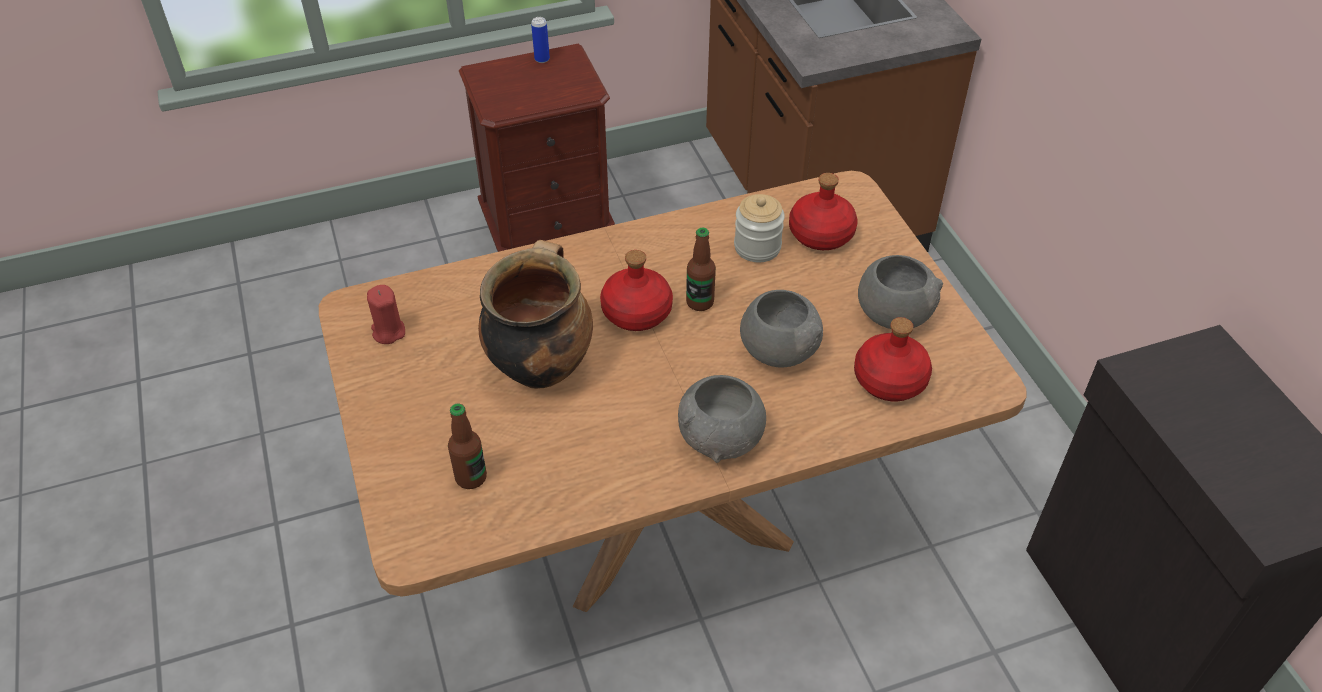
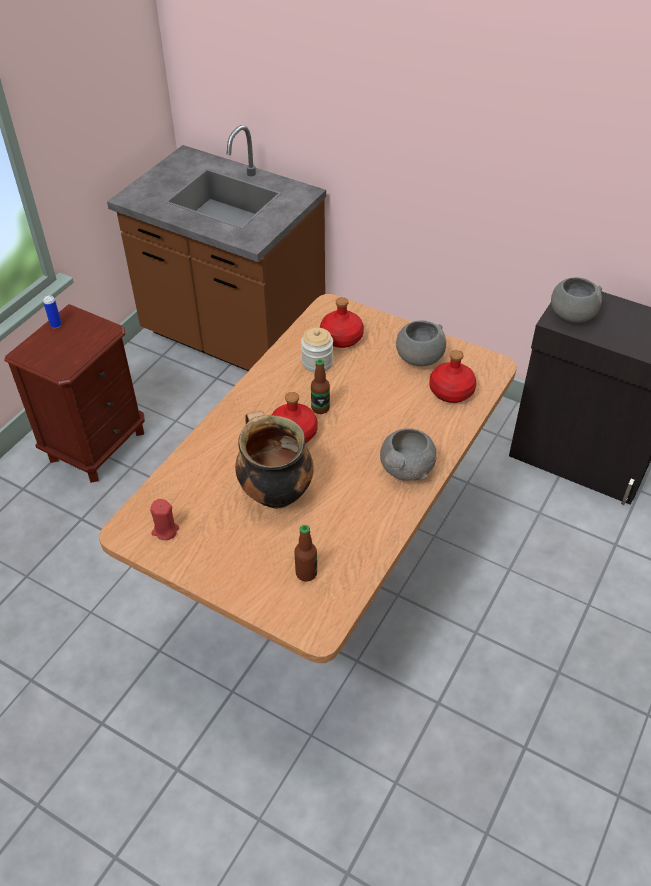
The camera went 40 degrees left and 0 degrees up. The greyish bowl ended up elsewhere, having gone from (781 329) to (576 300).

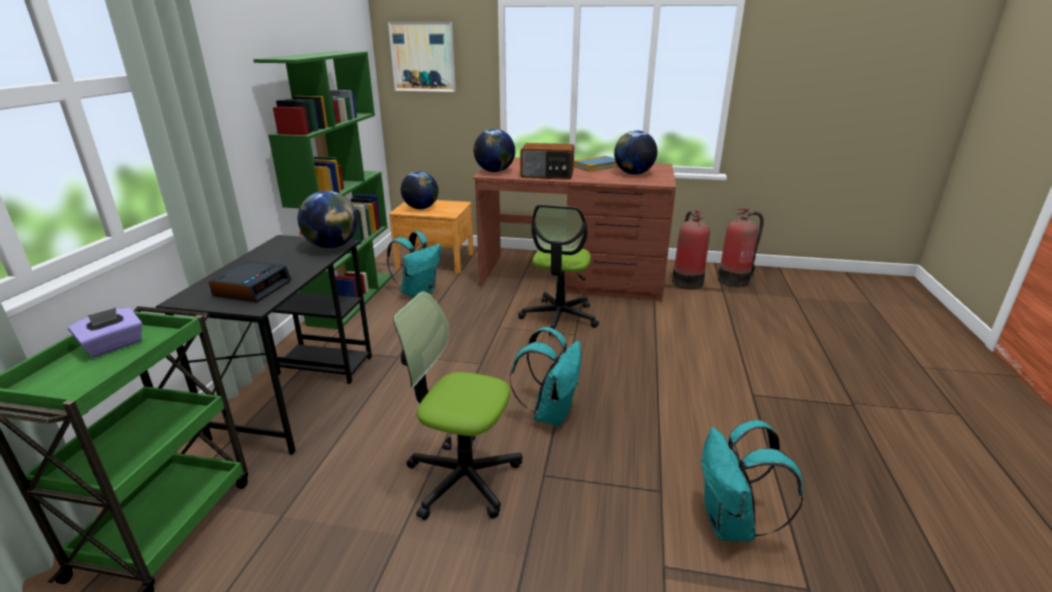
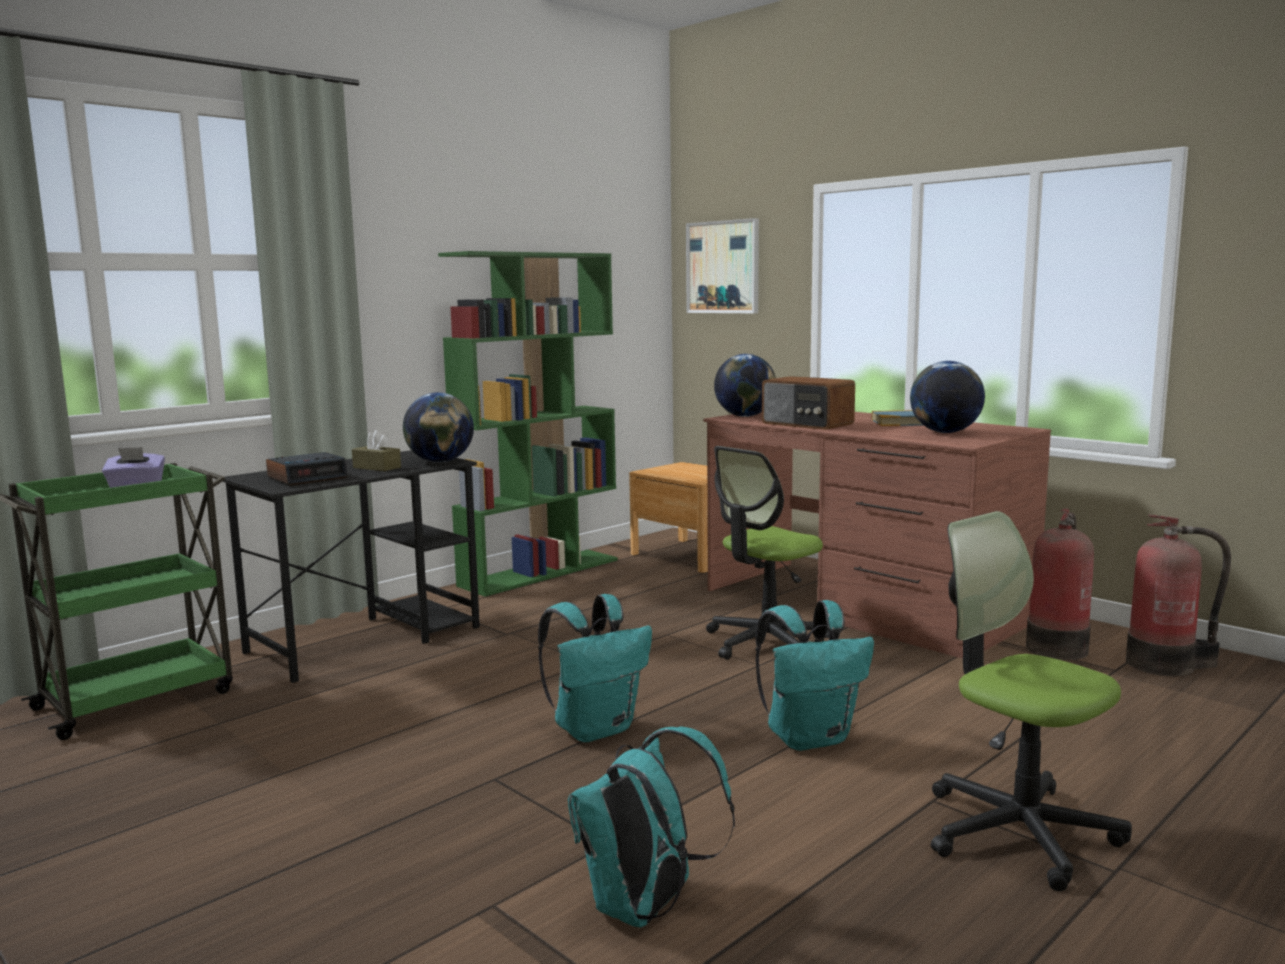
The camera went 35 degrees right and 15 degrees down. The turquoise knapsack ended up elsewhere, having gone from (414 264) to (814 675). The office chair ended up elsewhere, having gone from (457 405) to (1031 701). The second view lost the world globe at (419 190). The second view gained the brownish tissue holder at (376 450).

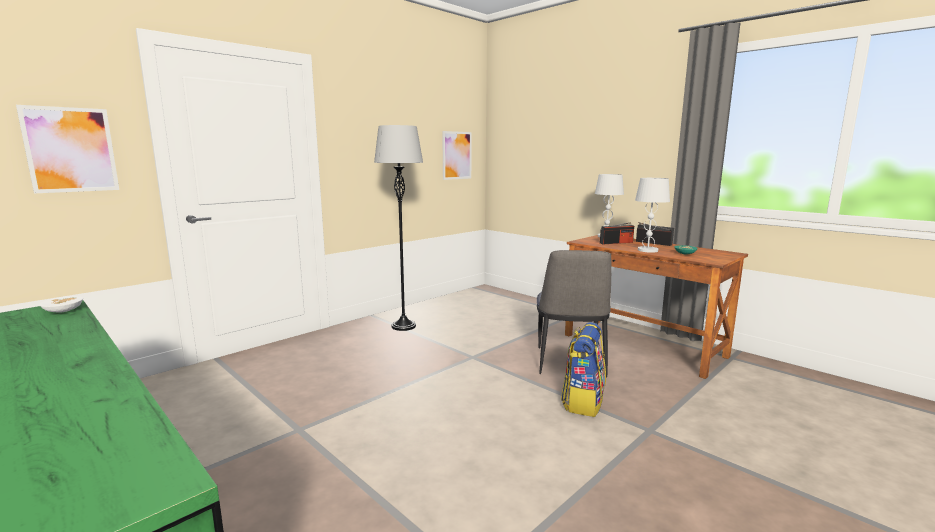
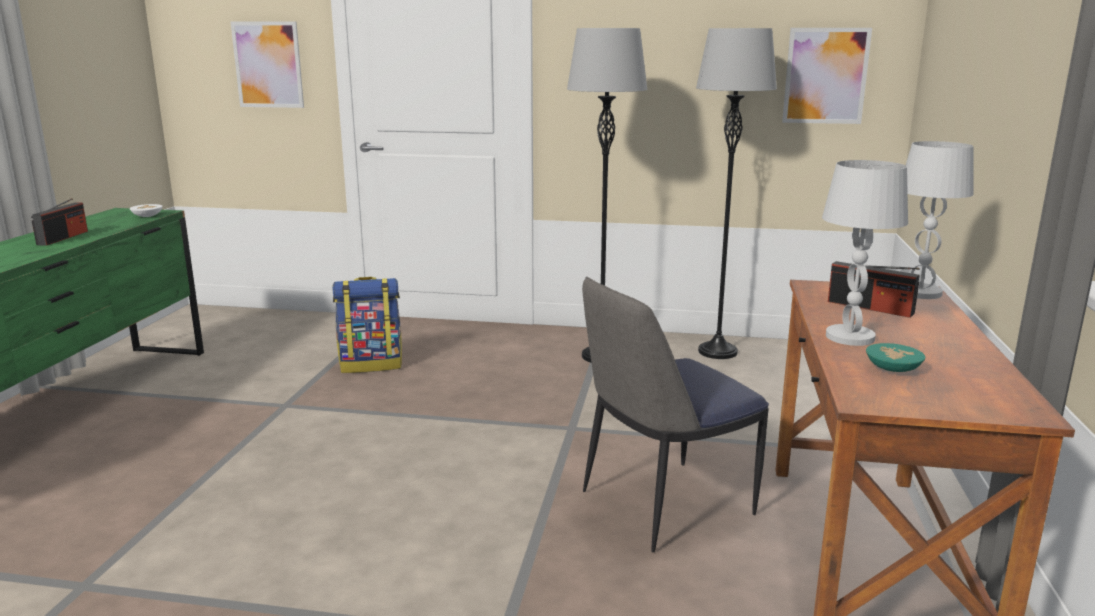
The camera went 55 degrees right and 5 degrees up. The knapsack ended up elsewhere, having gone from (583 369) to (367 325). The radio receiver ended up elsewhere, having gone from (655 234) to (59 222). The second view gained the greyish standing lamp at (736 193).

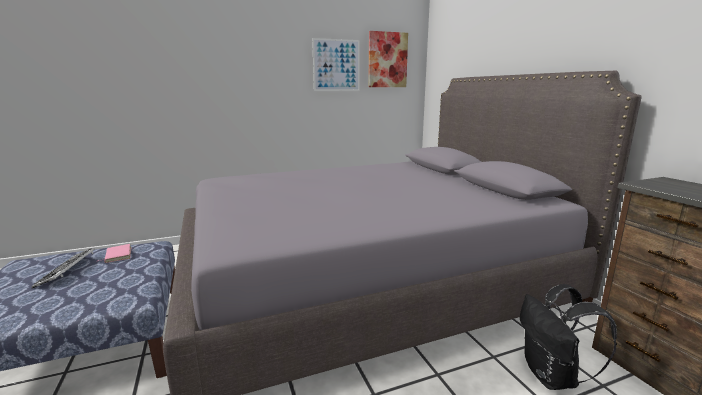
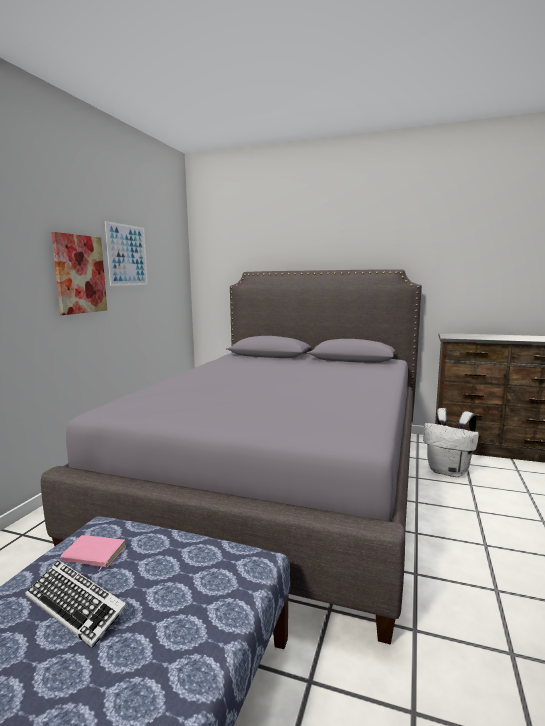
The camera went 50 degrees left and 5 degrees down. The wall picture ended up elsewhere, having gone from (388 59) to (79 273). What was the black knapsack at (568 337) turned into the white knapsack at (451 442).

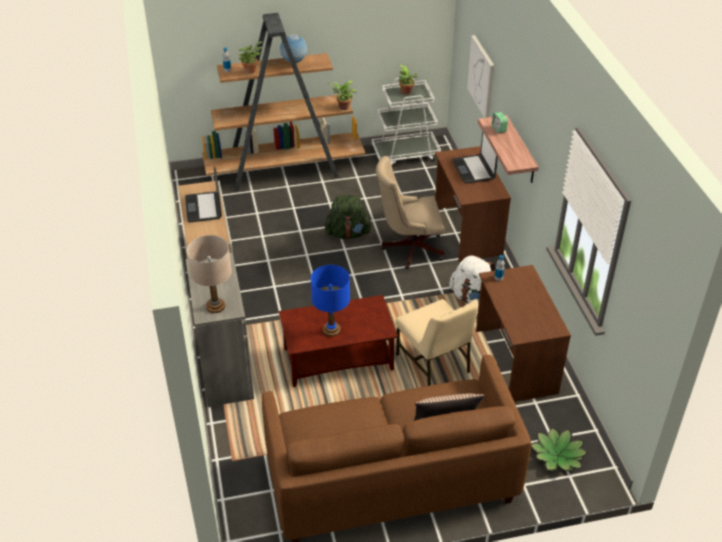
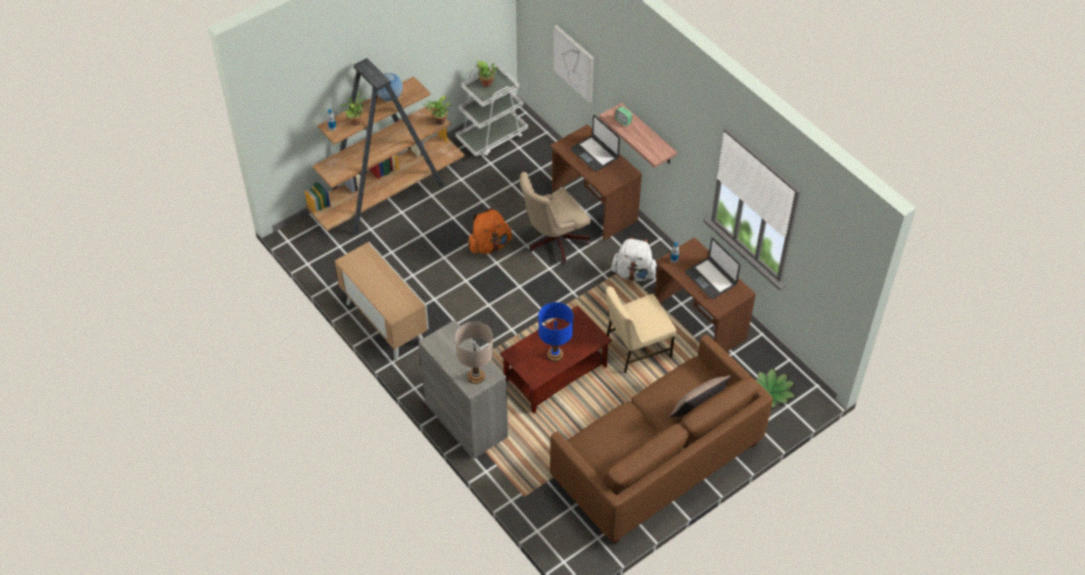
The camera went 25 degrees left and 10 degrees up. The portable computer ended up elsewhere, having gone from (203 194) to (713 268). What was the green-coloured knapsack at (348 217) turned into the orange knapsack at (490 231). The beige chair at (436 342) ended up facing another way, 120 degrees clockwise from before.

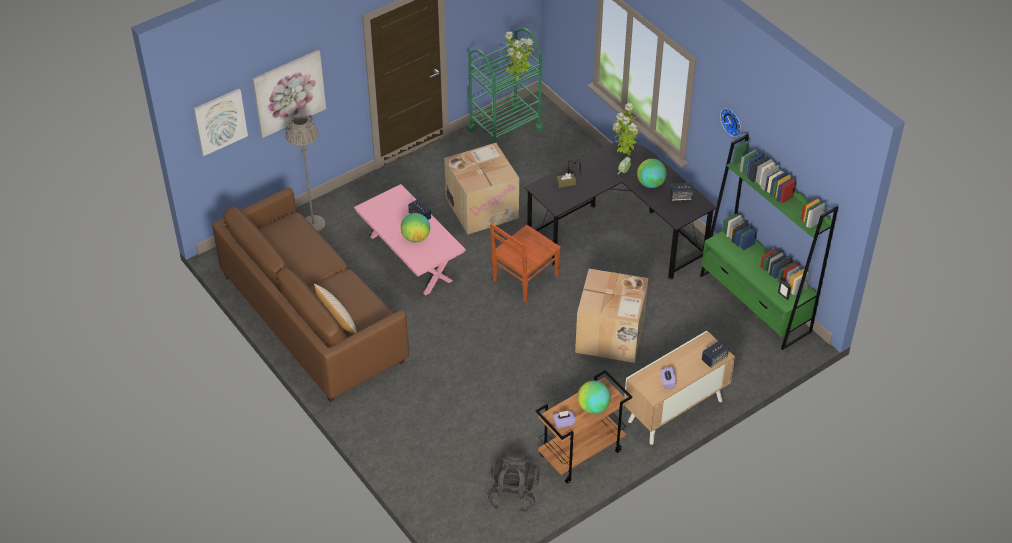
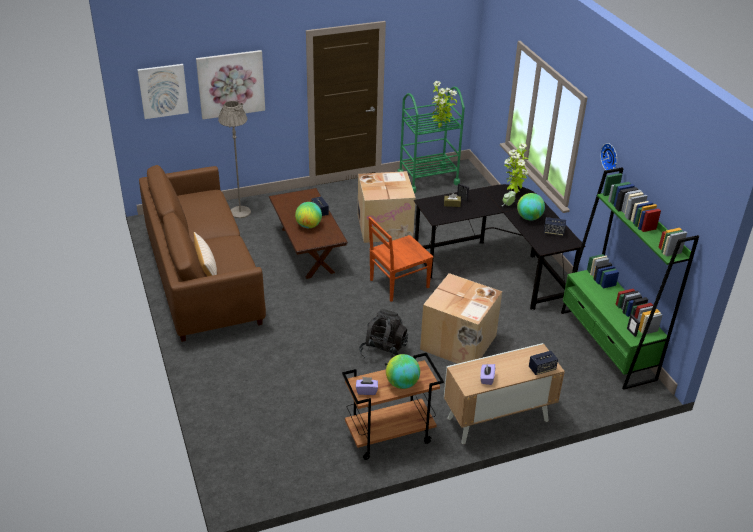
The camera went 15 degrees right and 10 degrees down. What was the pink-coloured low table at (410 240) turned into the brownish low table at (308 233). The black knapsack ended up elsewhere, having gone from (513 482) to (383 337).

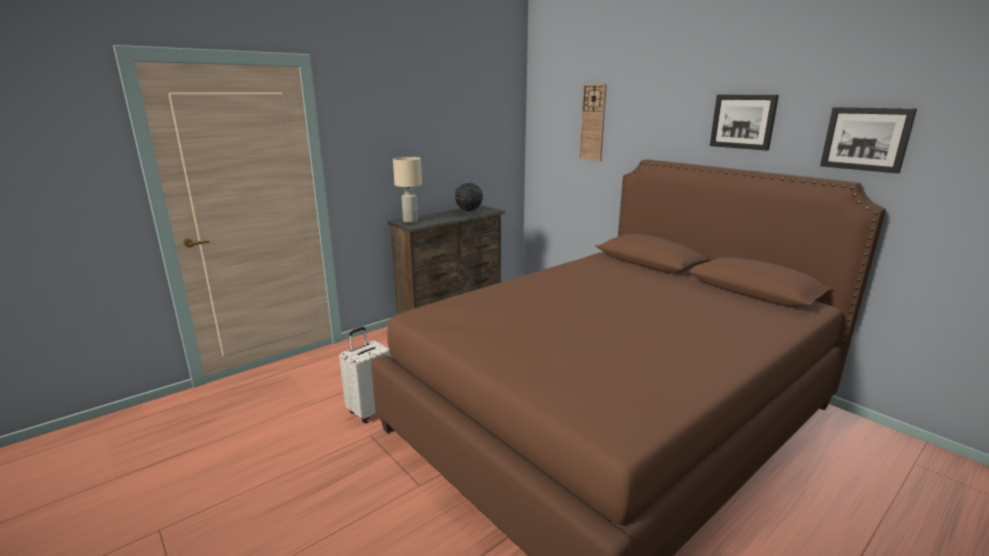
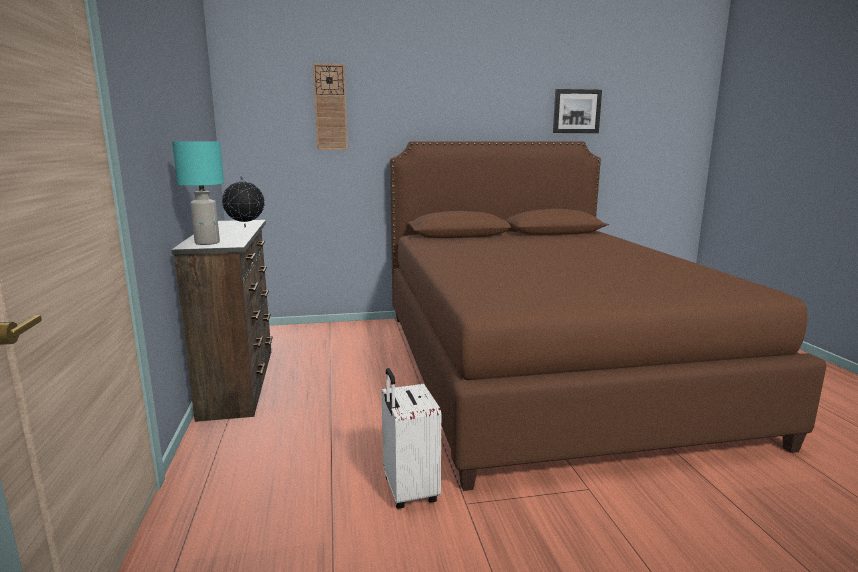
The camera went 60 degrees left and 5 degrees down. What was the beige table lamp at (407 190) turned into the turquoise table lamp at (198 193). The second view lost the wall picture at (744 122).

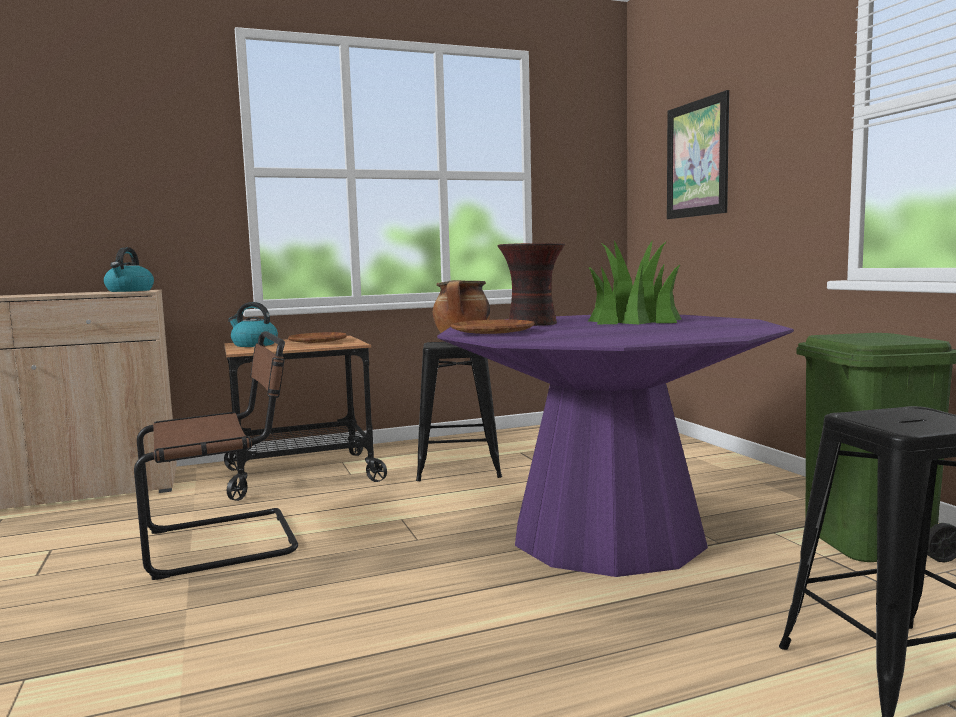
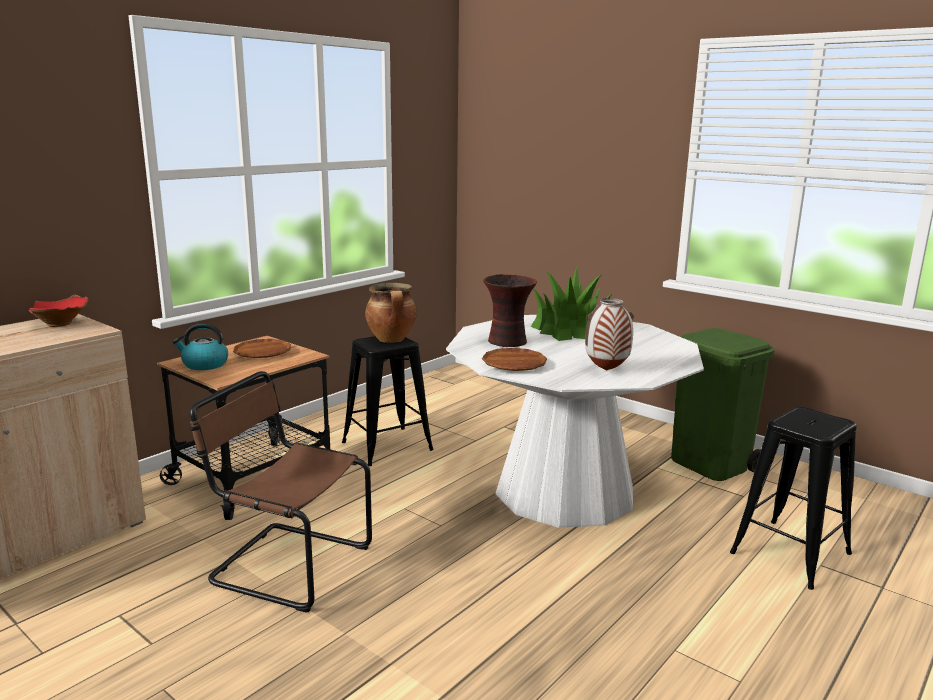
The camera went 30 degrees left and 10 degrees up. Where the water kettle stood at (129 269), the reddish bowl came to stand at (58 311). The brownish chair at (216 455) ended up facing another way, 105 degrees counterclockwise from before. What was the purple-coloured dining table at (615 446) turned into the white dining table at (575 421). The second view lost the wall picture at (698 154). The second view gained the decorative vase at (609 334).

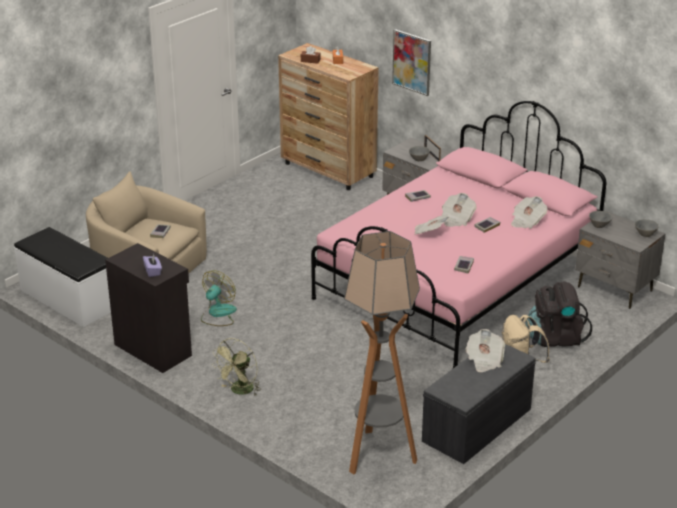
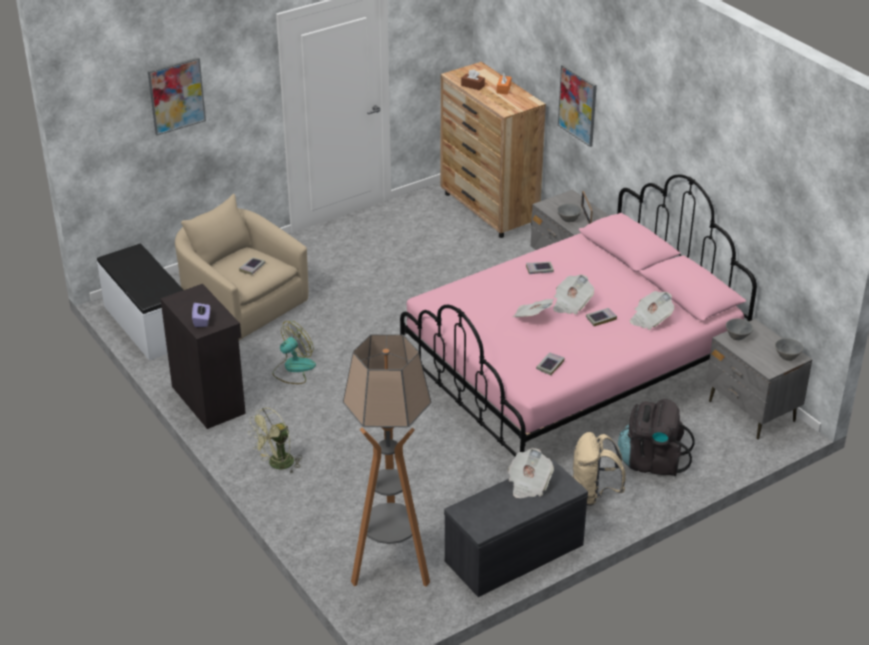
The camera went 15 degrees right and 5 degrees up. The second view gained the wall picture at (177 96).

